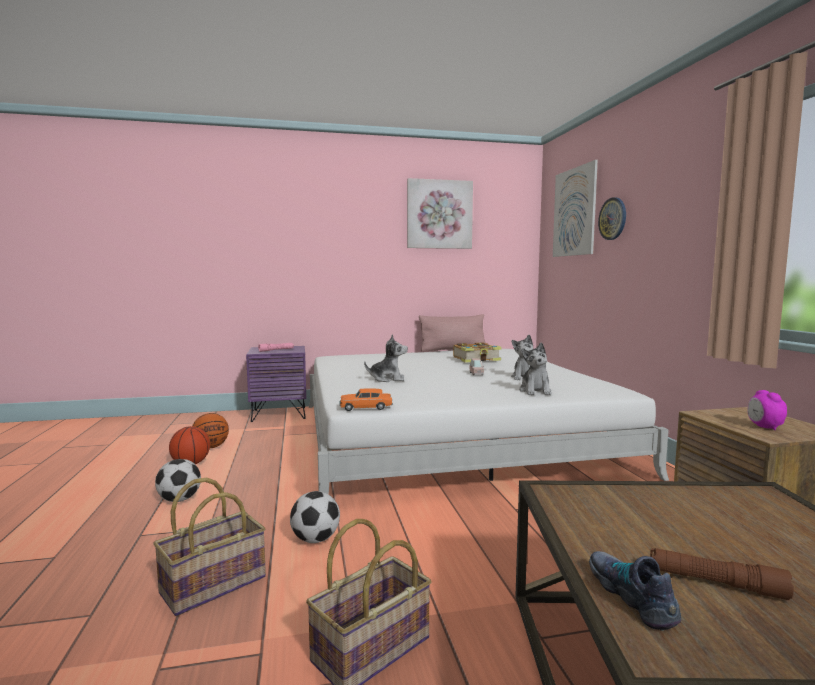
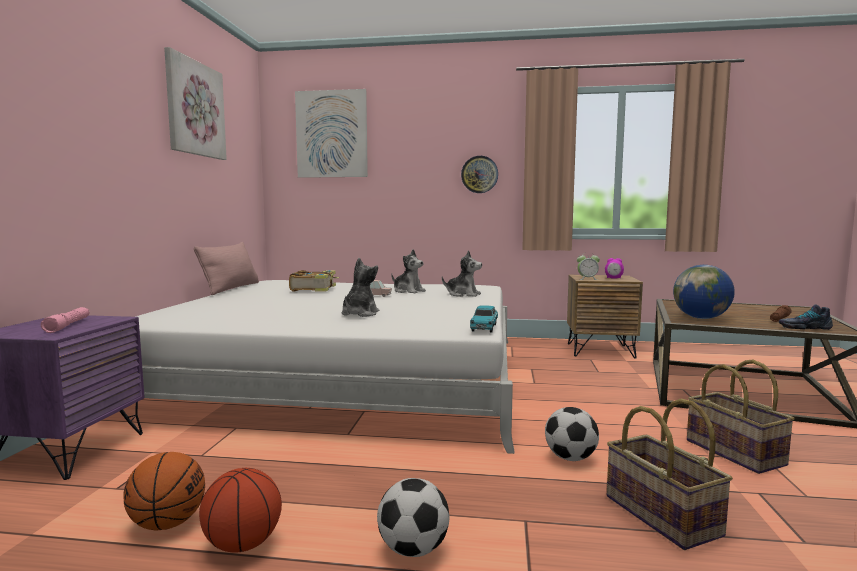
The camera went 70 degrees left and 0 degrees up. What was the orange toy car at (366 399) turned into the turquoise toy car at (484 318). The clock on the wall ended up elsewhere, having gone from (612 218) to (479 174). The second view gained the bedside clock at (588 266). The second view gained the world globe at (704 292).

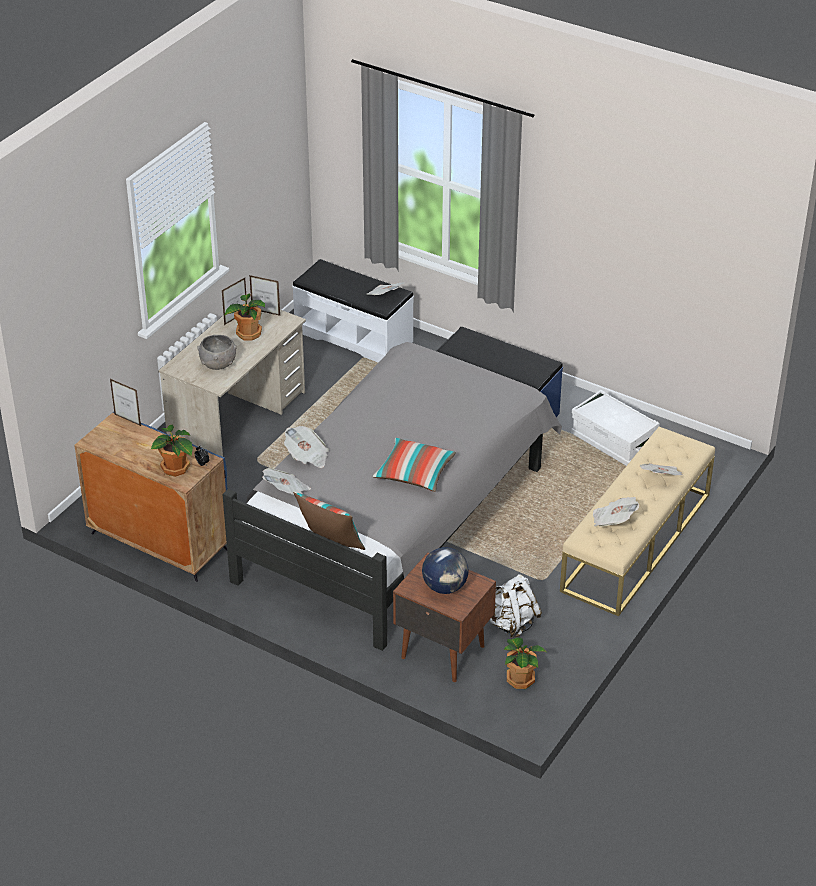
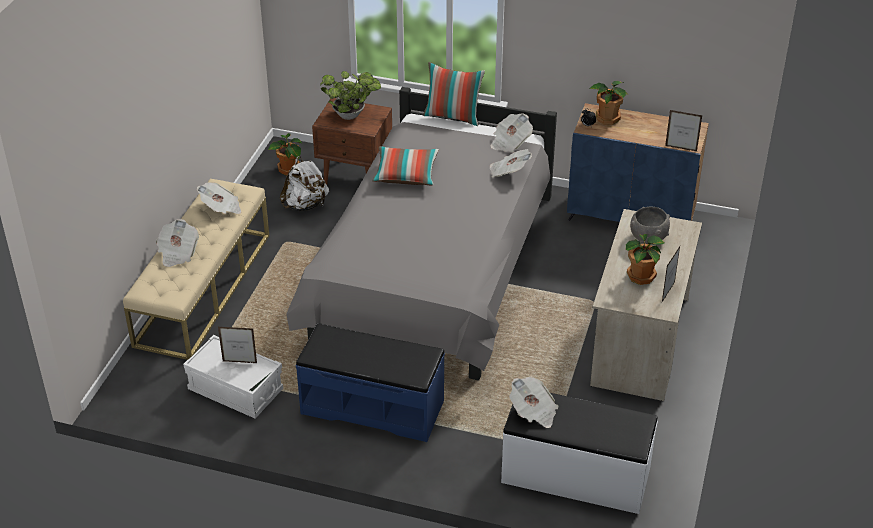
The camera went 165 degrees right and 0 degrees up. The picture frame ended up elsewhere, having gone from (264 295) to (237 345). Where the world globe stood at (445 570), the houseplant came to stand at (350 95).

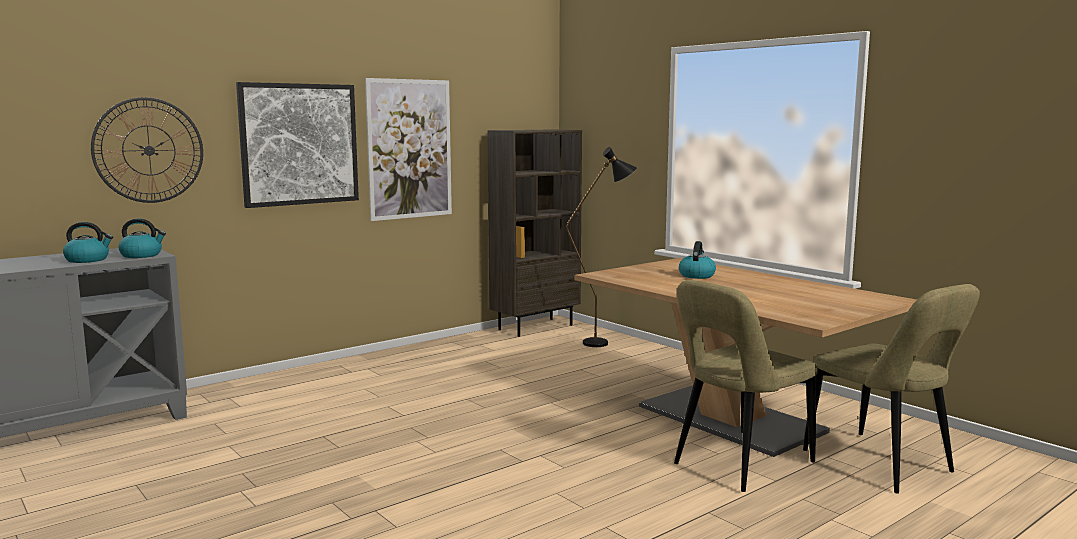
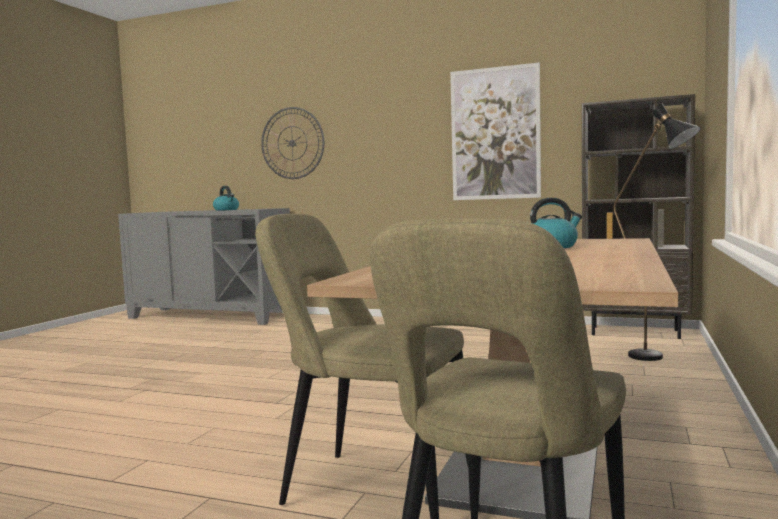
The camera went 60 degrees right and 5 degrees down. The second view lost the water kettle at (142 238). The second view lost the wall picture at (297 145).

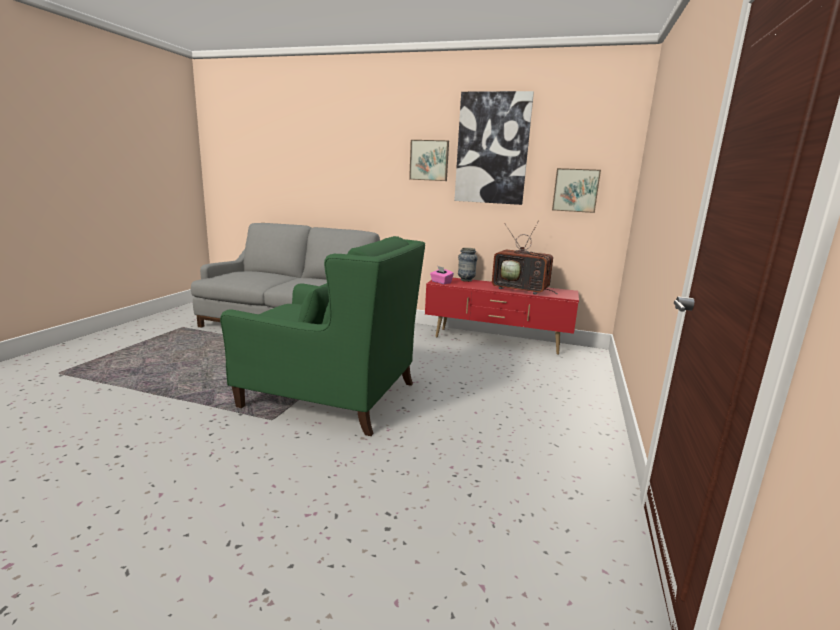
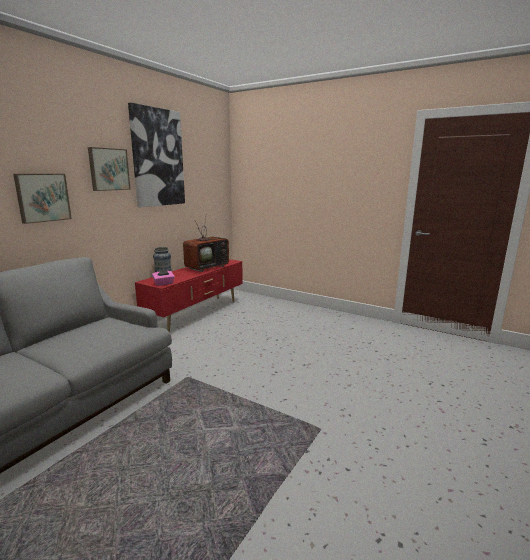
The camera went 75 degrees left and 0 degrees up. The second view lost the green-coloured armchair at (323 336). The wall picture ended up elsewhere, having gone from (576 190) to (42 199).

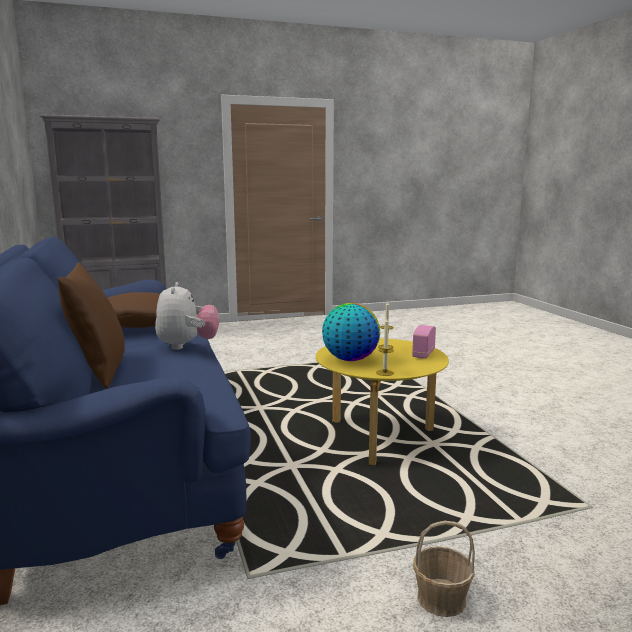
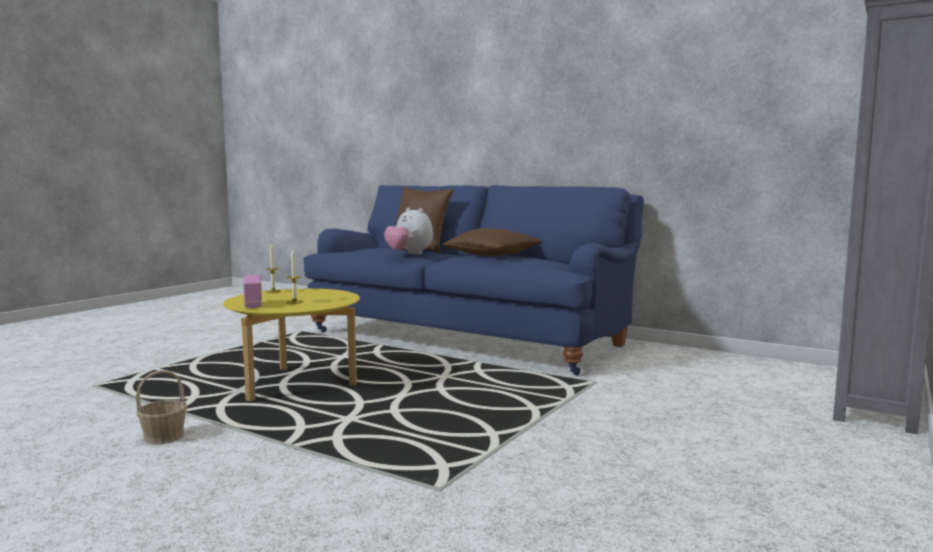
The camera went 140 degrees right and 5 degrees down. The second view lost the world globe at (351 332). The household basket ended up elsewhere, having gone from (444 569) to (161 407).

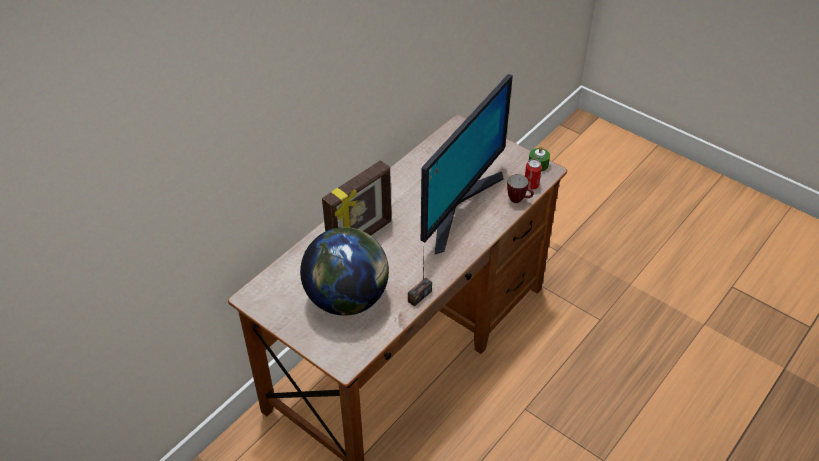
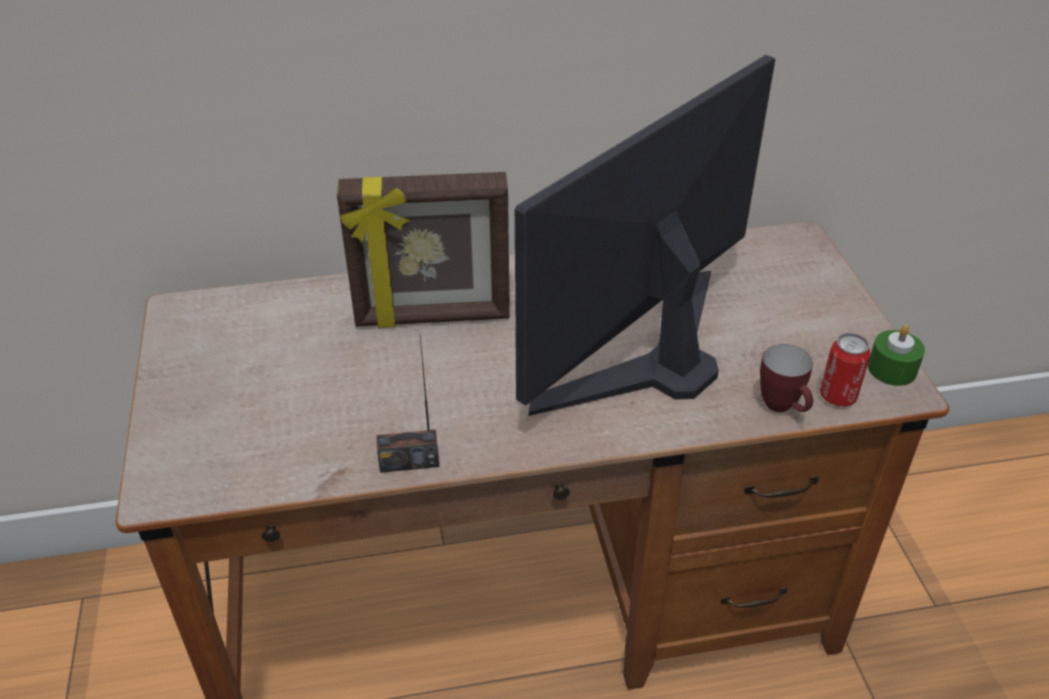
The camera went 40 degrees right and 5 degrees down. The second view lost the world globe at (344 271). The monitor at (467 164) ended up facing another way, 150 degrees clockwise from before.

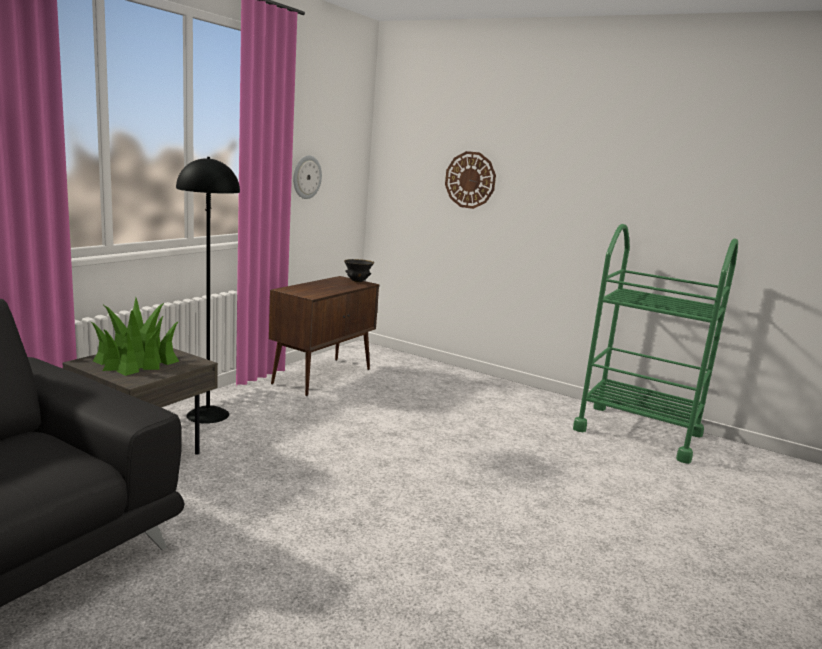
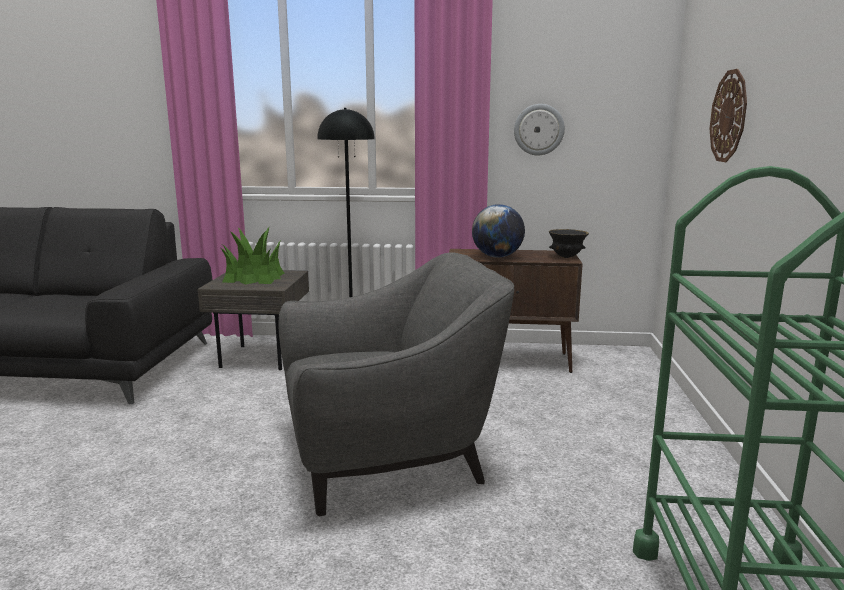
The camera went 65 degrees right and 0 degrees up. The second view gained the greyish armchair at (396 384). The second view gained the world globe at (498 231).

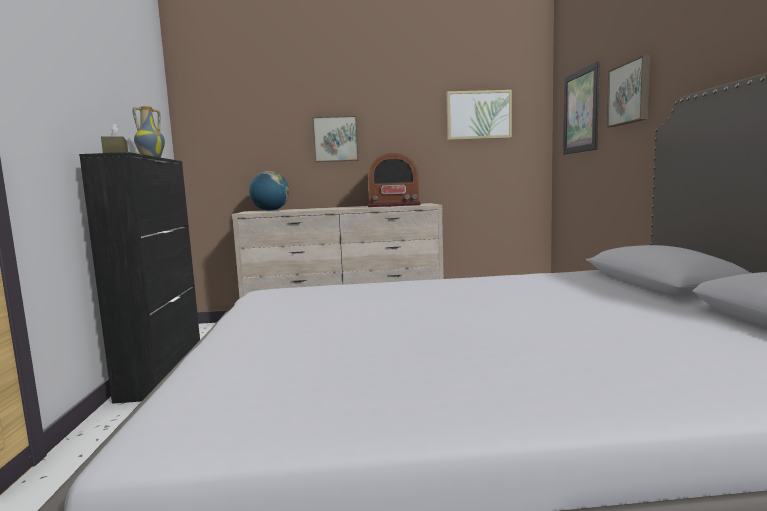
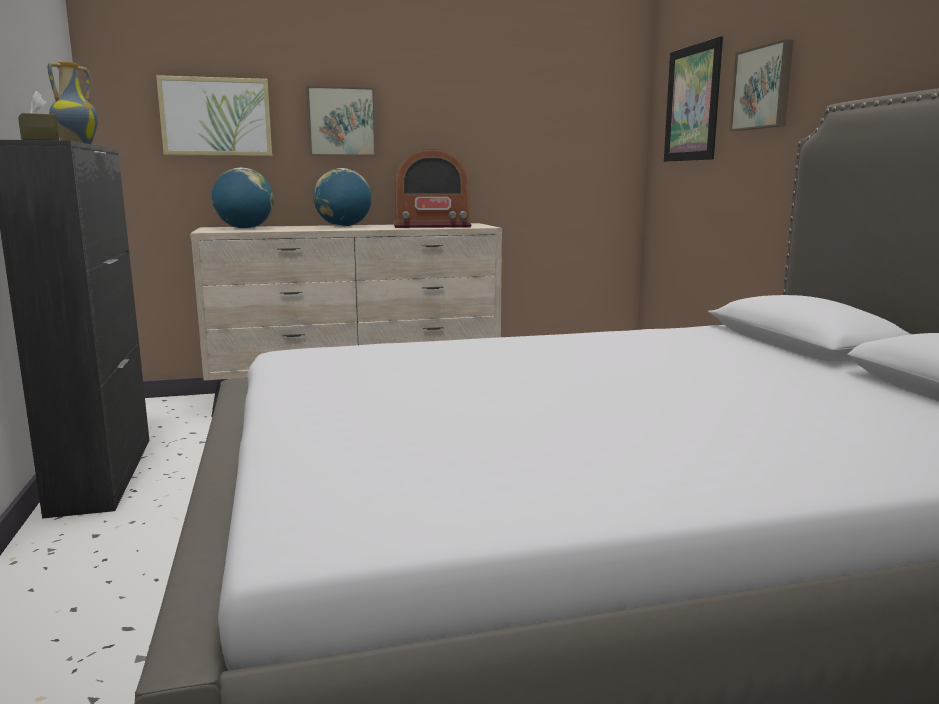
The camera went 10 degrees left and 5 degrees up. The wall picture ended up elsewhere, having gone from (479 115) to (214 115). The second view gained the world globe at (343 197).

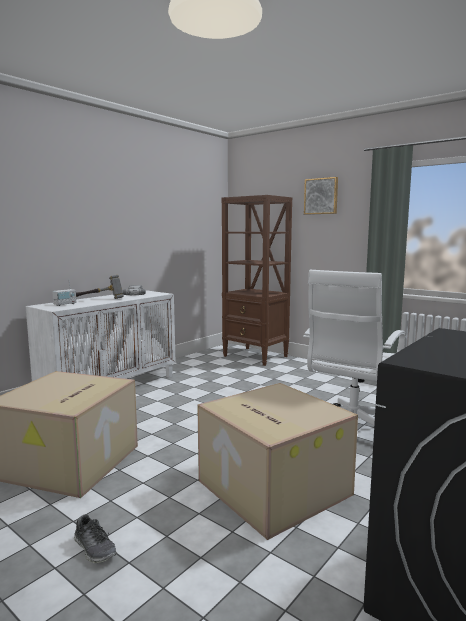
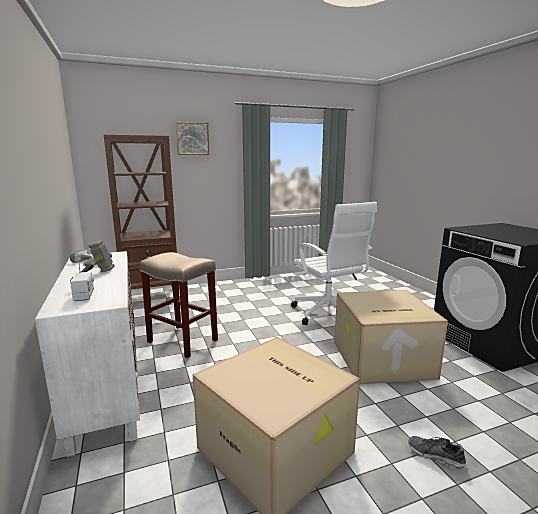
The camera went 60 degrees left and 5 degrees up. The shoe at (95 538) ended up facing another way, 135 degrees counterclockwise from before. The second view gained the beige stool at (178 305).

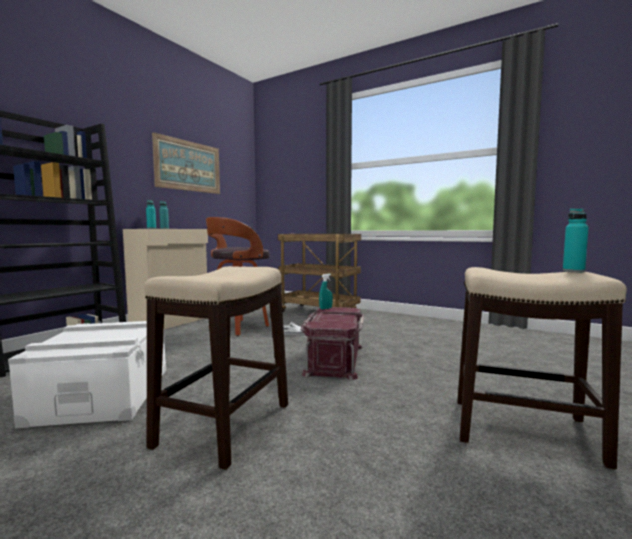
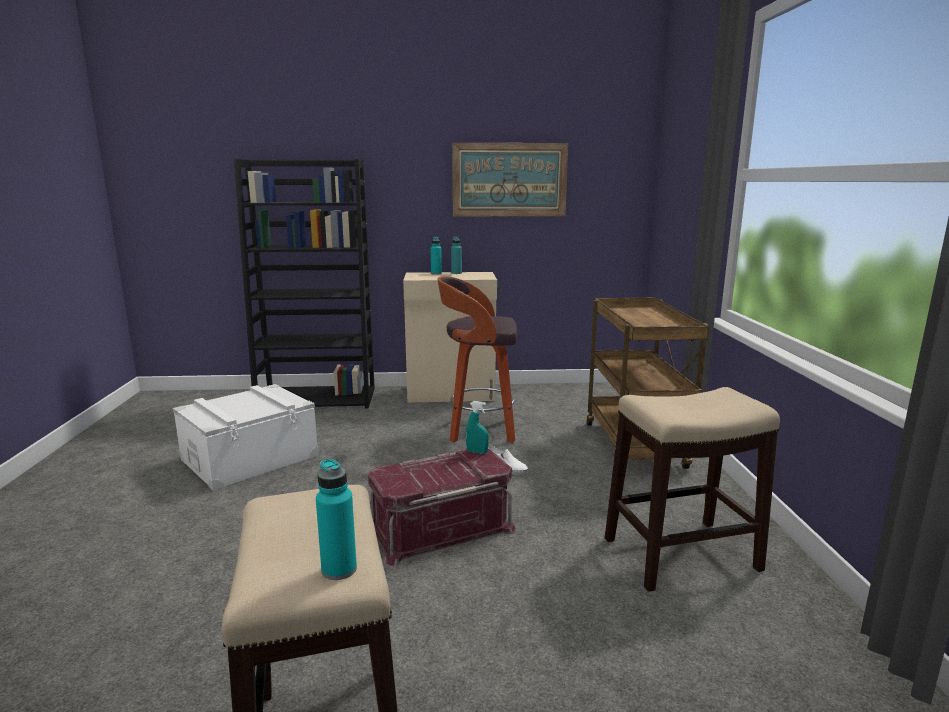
The camera went 55 degrees right and 10 degrees up. The stool ended up elsewhere, having gone from (216 368) to (692 489).

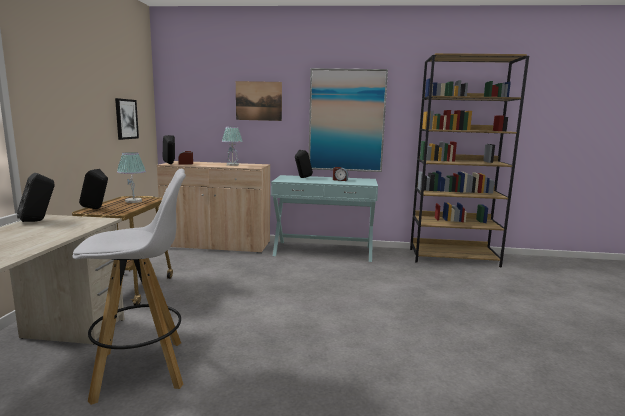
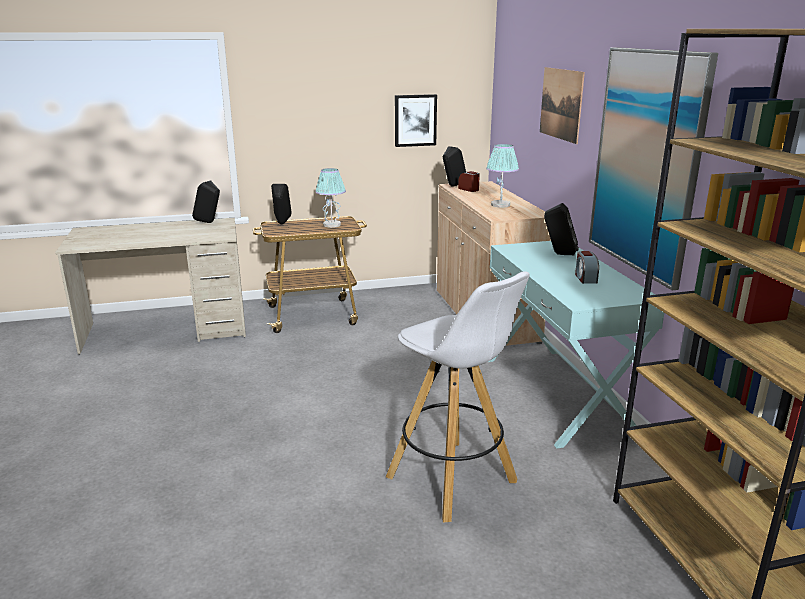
The camera went 70 degrees right and 10 degrees up. The white stool ended up elsewhere, having gone from (129 287) to (458 397).

